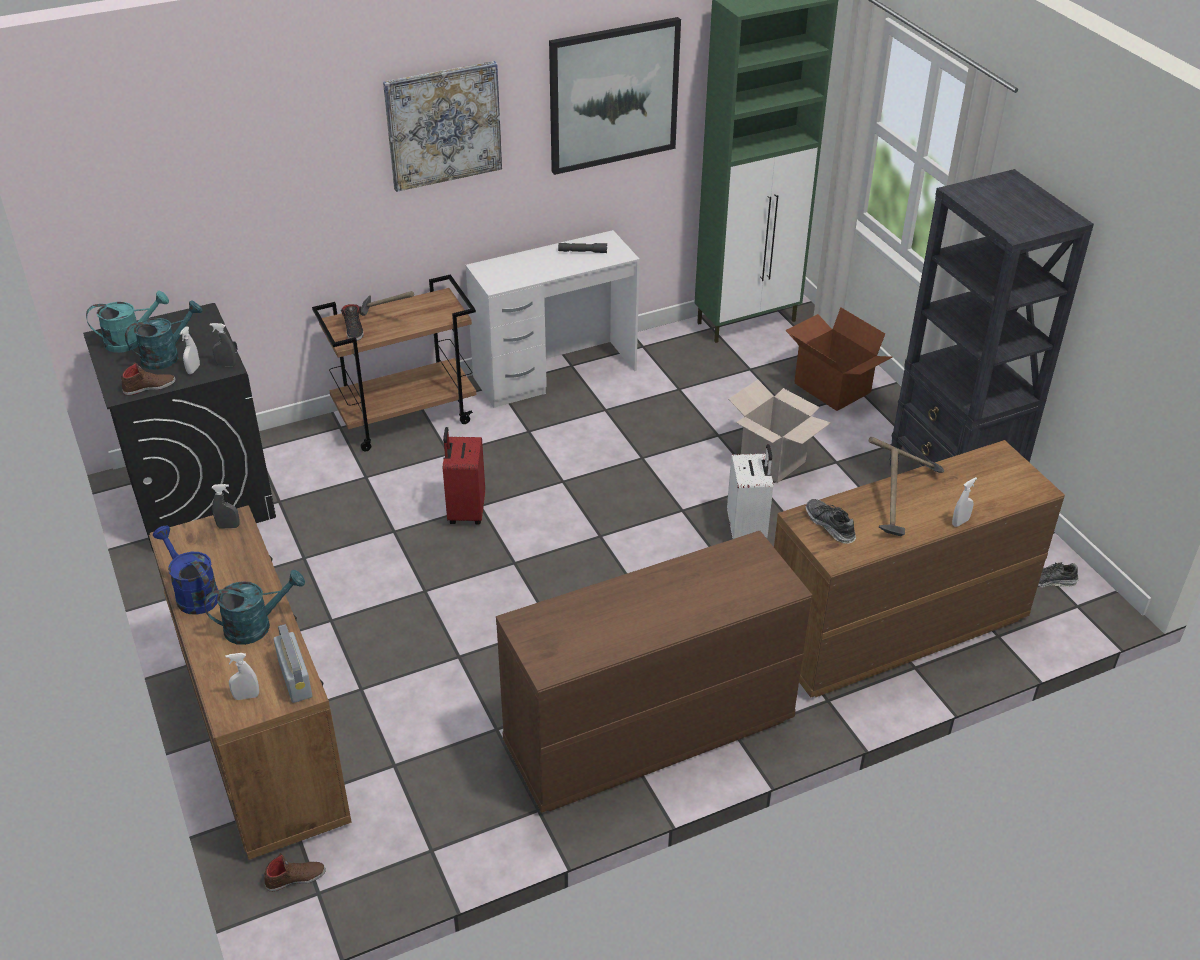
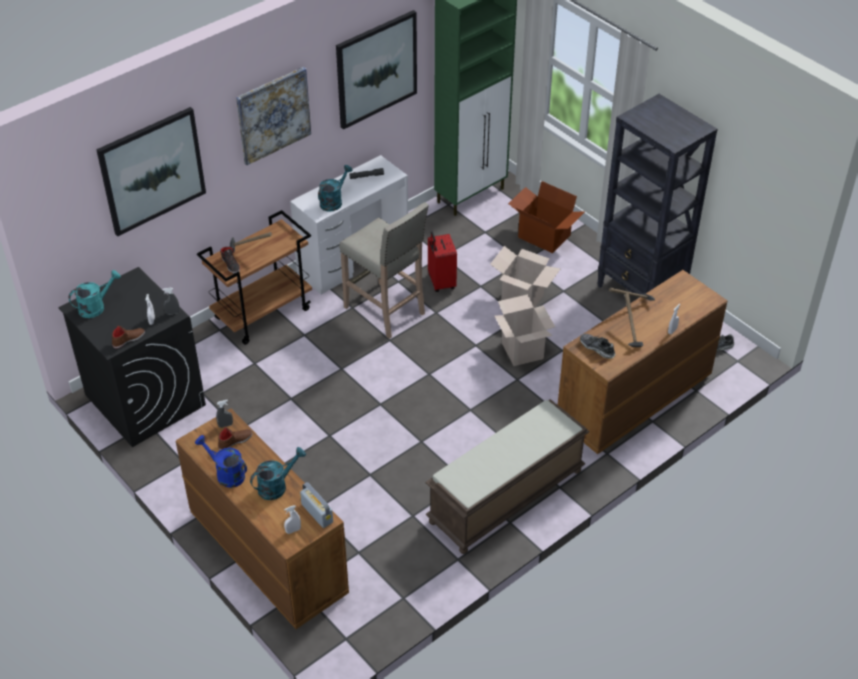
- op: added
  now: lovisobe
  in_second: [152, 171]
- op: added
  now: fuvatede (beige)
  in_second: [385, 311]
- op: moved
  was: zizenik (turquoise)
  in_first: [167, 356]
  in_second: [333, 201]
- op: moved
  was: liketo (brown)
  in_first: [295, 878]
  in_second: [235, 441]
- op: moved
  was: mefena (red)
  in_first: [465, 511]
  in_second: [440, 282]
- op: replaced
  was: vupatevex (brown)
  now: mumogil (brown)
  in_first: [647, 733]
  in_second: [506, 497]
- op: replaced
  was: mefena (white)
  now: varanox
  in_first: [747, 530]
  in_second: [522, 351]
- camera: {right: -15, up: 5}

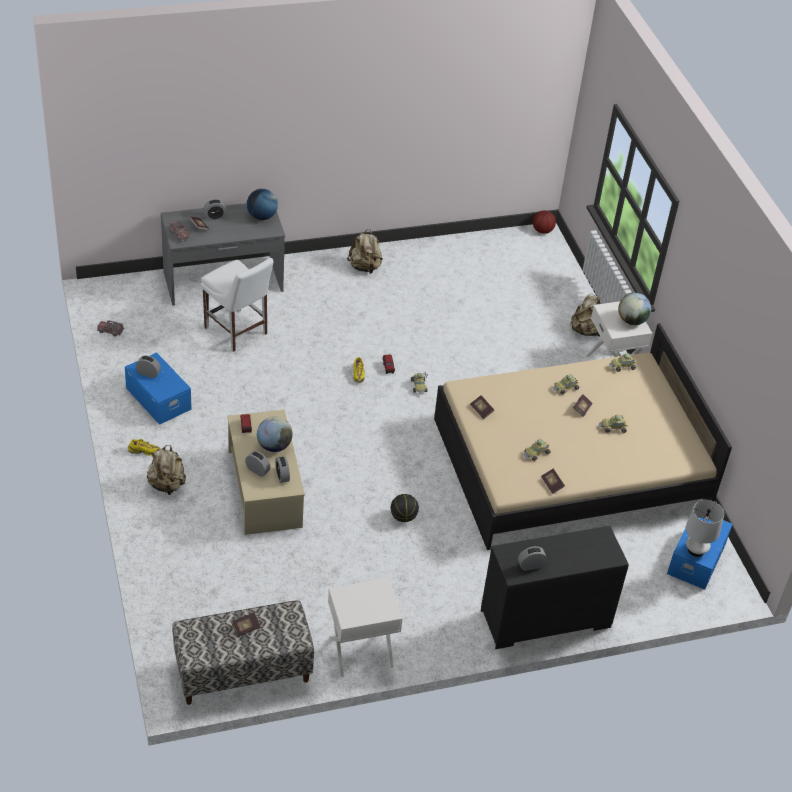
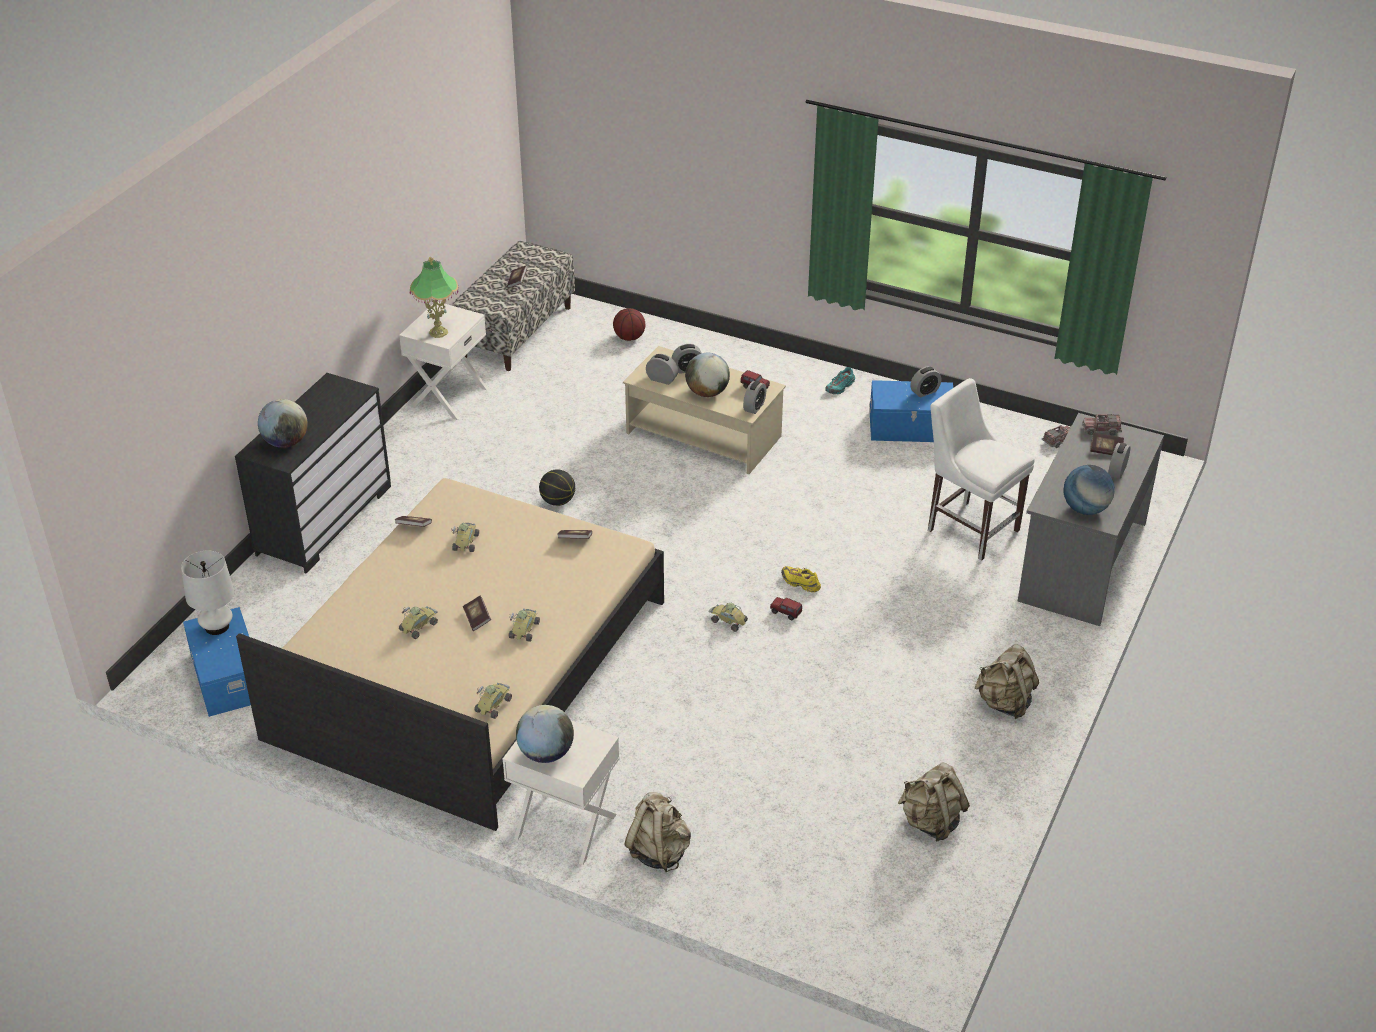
- op: added
  now: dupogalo
  in_second: [286, 442]
- op: added
  now: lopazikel
  in_second: [438, 332]
- op: moved
  was: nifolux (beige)
  in_first: [167, 485]
  in_second: [931, 822]
- op: moved
  was: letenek
  in_first: [531, 565]
  in_second: [754, 407]
- op: moved
  was: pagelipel
  in_first: [542, 231]
  in_second: [629, 338]
- op: recoloured
  was: liketo (yellow)
  now: liketo (turquoise)
  in_first: [144, 451]
  in_second: [840, 387]
- op: turned
  was: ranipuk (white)
  in_first: [237, 332]
  in_second: [970, 528]
  clockwise: 45
- camera: {right: 135, up: -5}

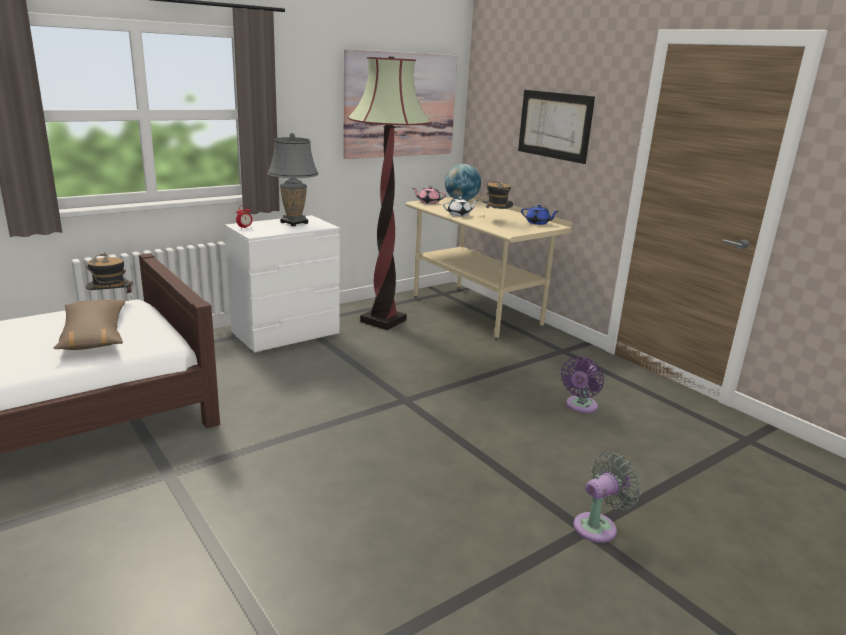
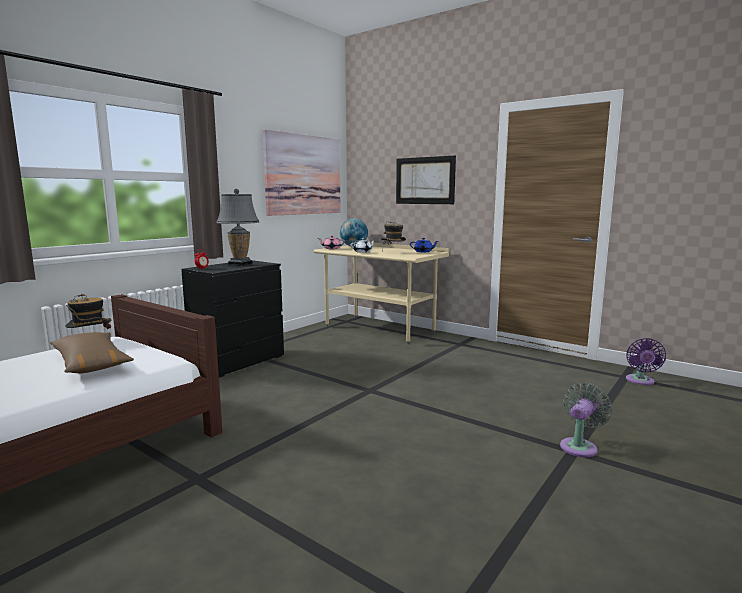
- op: removed
  was: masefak
  in_first: [383, 321]
- op: moved
  was: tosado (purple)
  in_first: [580, 406]
  in_second: [640, 381]
- op: recoloured
  was: vupatevex (white)
  now: vupatevex (black)
  in_first: [286, 335]
  in_second: [238, 361]
- camera: {right: -15, up: -10}

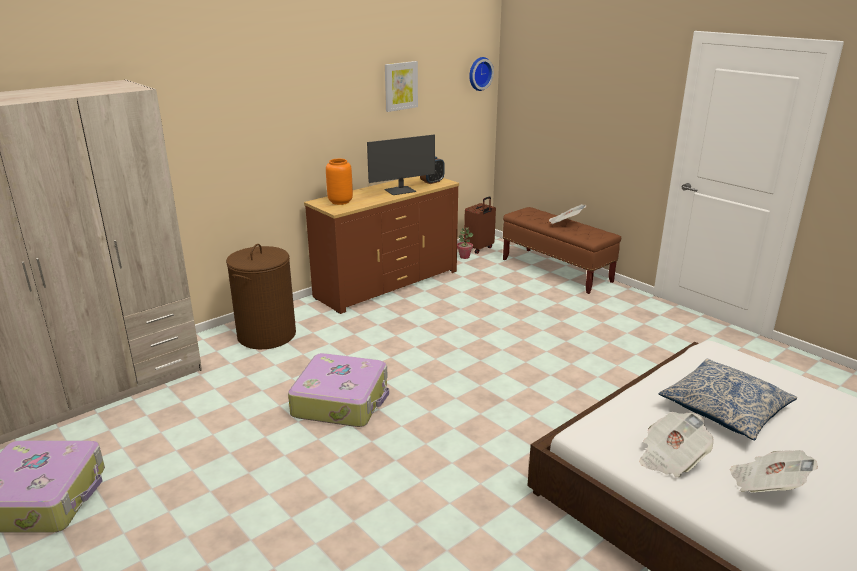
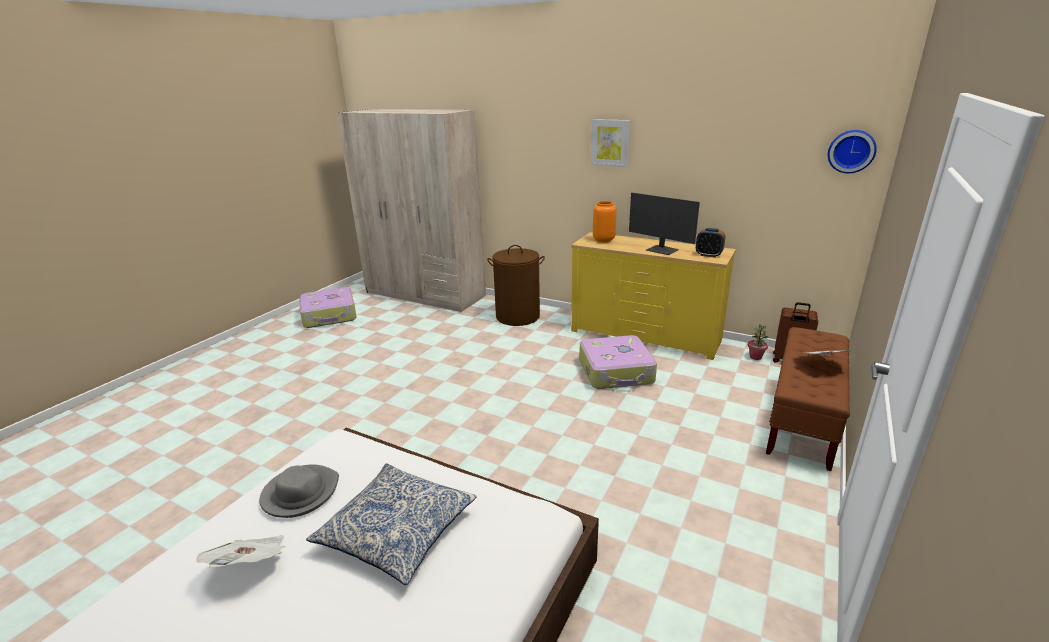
- op: moved
  was: mefena
  in_first: [341, 401]
  in_second: [616, 372]
- op: moved
  was: lovisobe
  in_first: [400, 86]
  in_second: [610, 143]
- op: replaced
  was: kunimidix
  now: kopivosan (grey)
  in_first: [670, 458]
  in_second: [300, 493]
- op: recoloured
  was: vupatevex (brown)
  now: vupatevex (yellow)
  in_first: [387, 284]
  in_second: [645, 335]
- camera: {right: 70, up: 0}

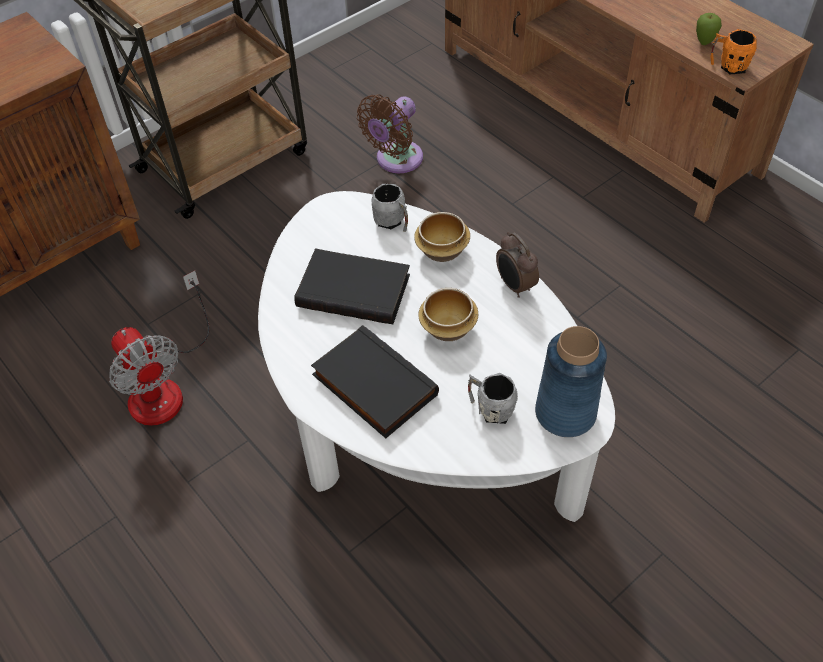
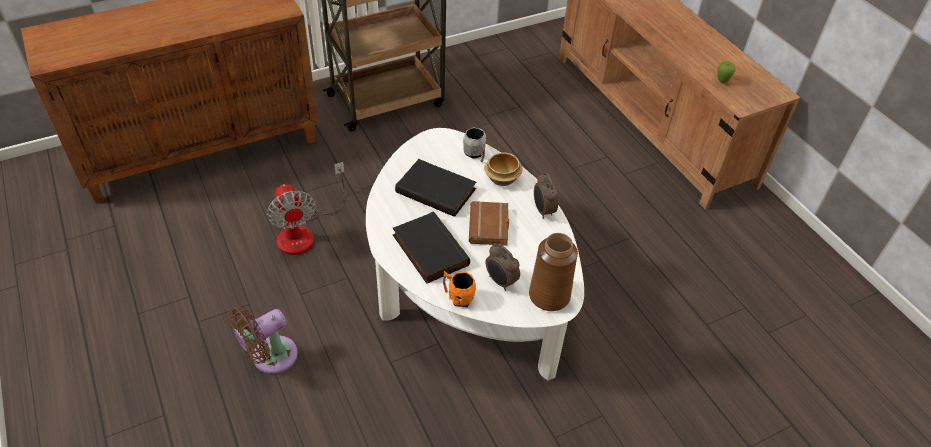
- op: moved
  was: tosado (brown)
  in_first: [396, 160]
  in_second: [270, 357]
- op: moved
  was: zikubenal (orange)
  in_first: [728, 66]
  in_second: [458, 297]
- op: replaced
  was: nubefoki
  now: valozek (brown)
  in_first: [449, 328]
  in_second: [490, 227]
- op: replaced
  was: zikubenal (grey)
  now: letenek
  in_first: [490, 409]
  in_second: [500, 282]
- op: recoloured
  was: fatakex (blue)
  now: fatakex (brown)
  in_first: [566, 413]
  in_second: [549, 295]
- camera: {right: 10, up: -5}

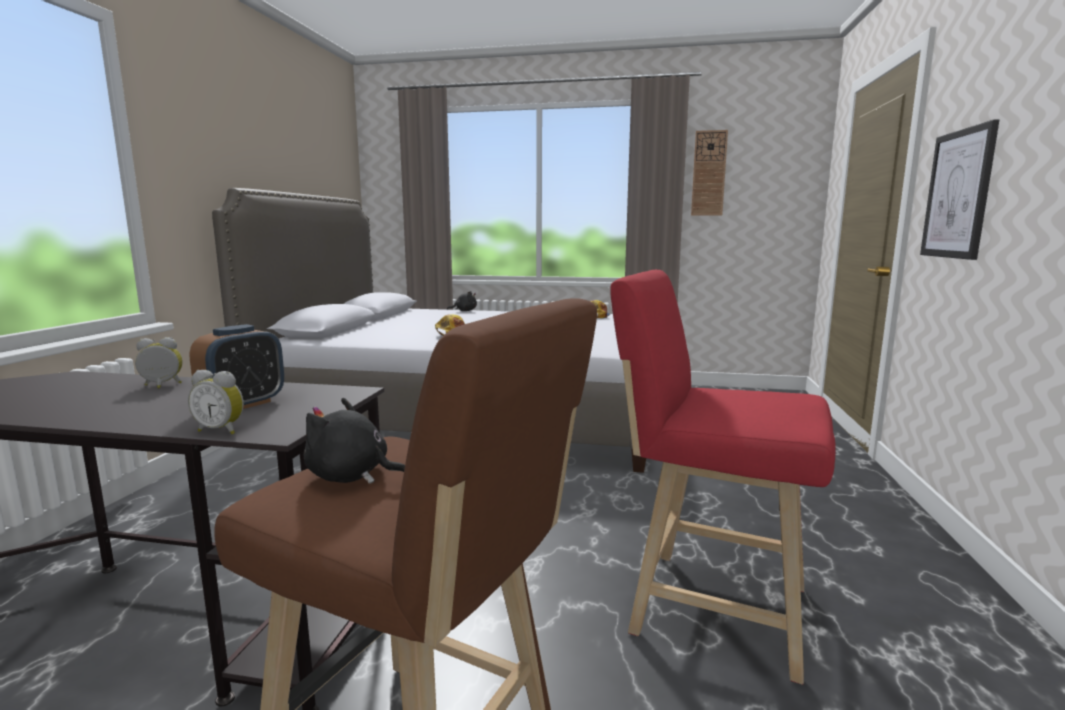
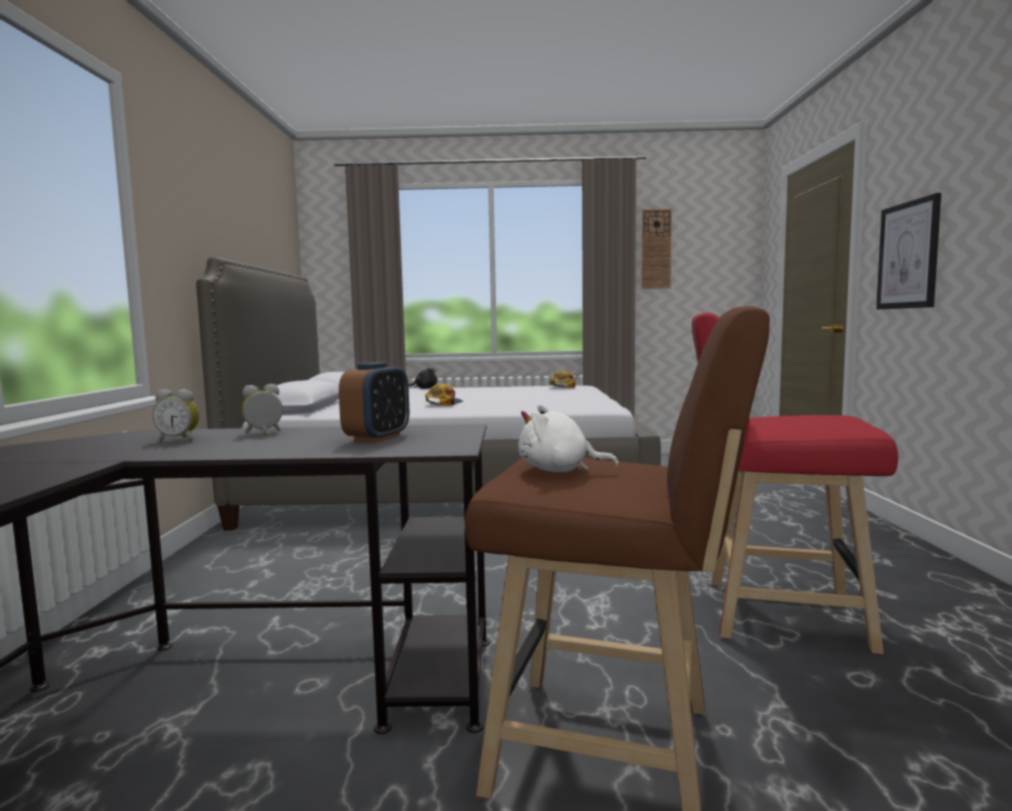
- op: moved
  was: letenek
  in_first: [222, 430]
  in_second: [179, 439]
- op: recoloured
  was: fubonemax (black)
  now: fubonemax (white)
  in_first: [352, 476]
  in_second: [559, 470]
- camera: {right: -10, up: -5}

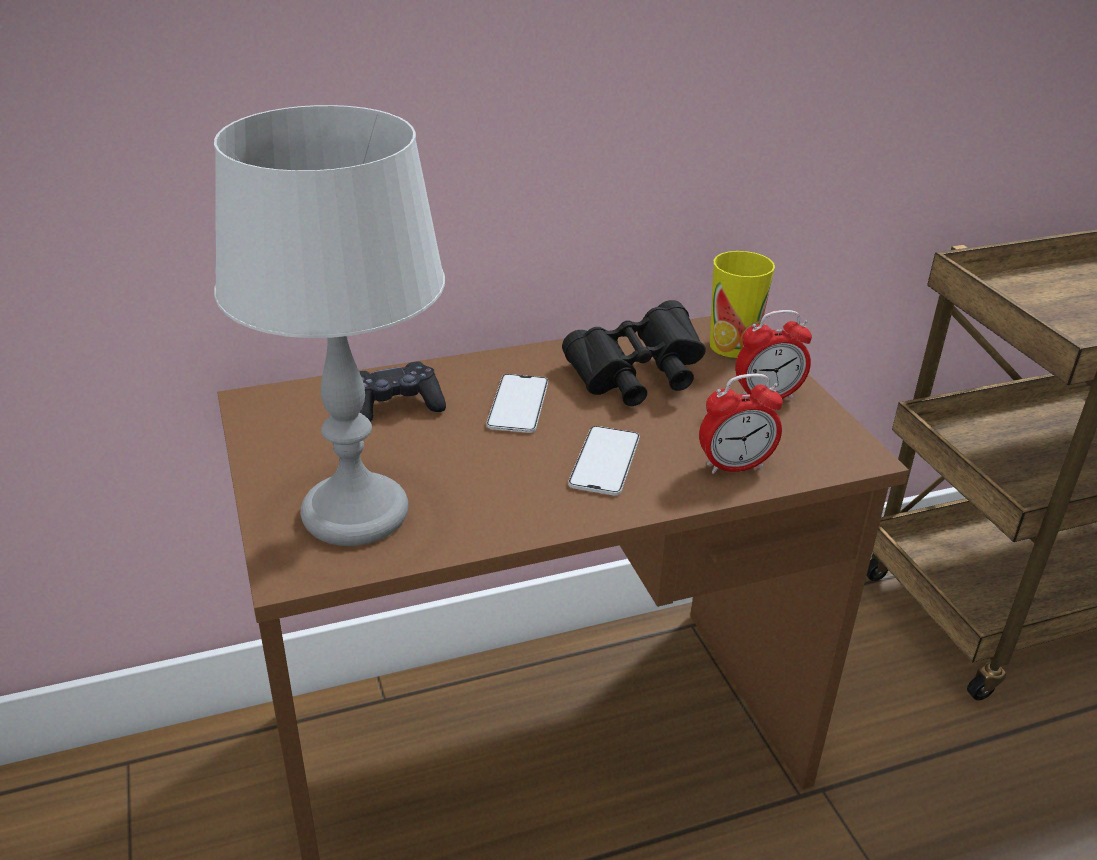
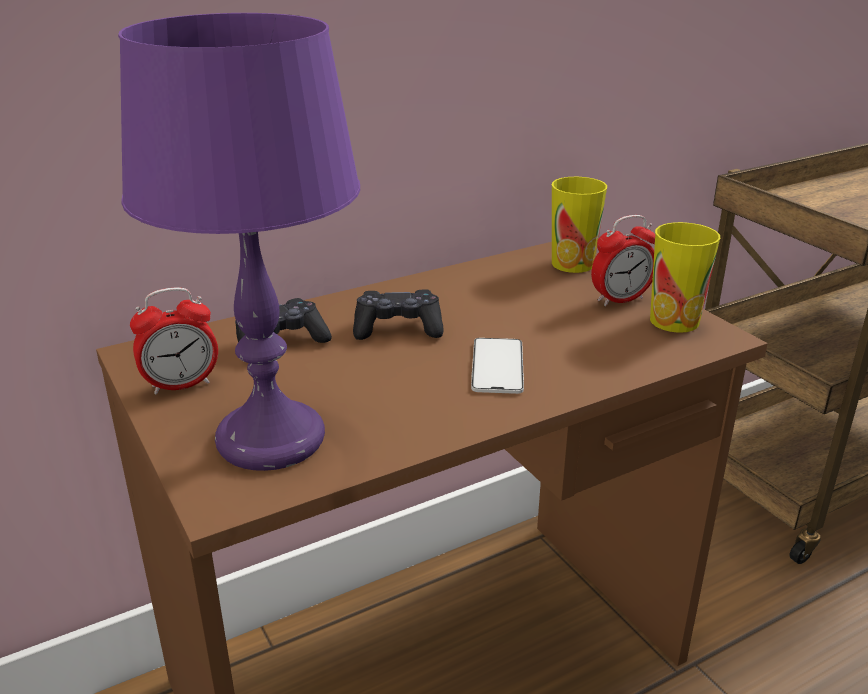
- op: removed
  was: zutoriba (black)
  in_first: [636, 378]
- op: added
  now: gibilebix
  in_second: [674, 321]
- op: moved
  was: letenek
  in_first: [735, 466]
  in_second: [181, 385]
- op: replaced
  was: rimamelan
  now: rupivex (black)
  in_first: [518, 404]
  in_second: [398, 328]
- op: recoloured
  was: lopazikel (grey)
  now: lopazikel (purple)
  in_first: [355, 512]
  in_second: [270, 438]
- camera: {right: -10, up: -5}

